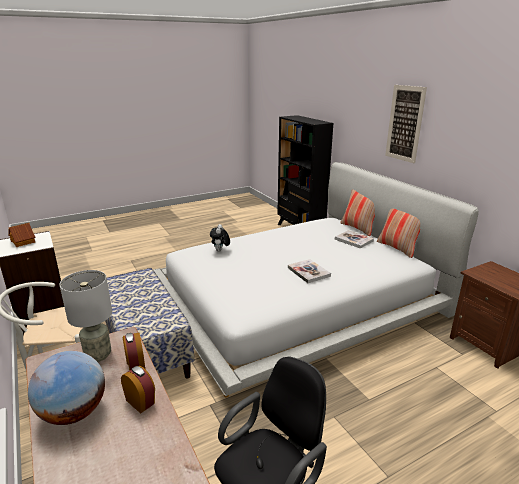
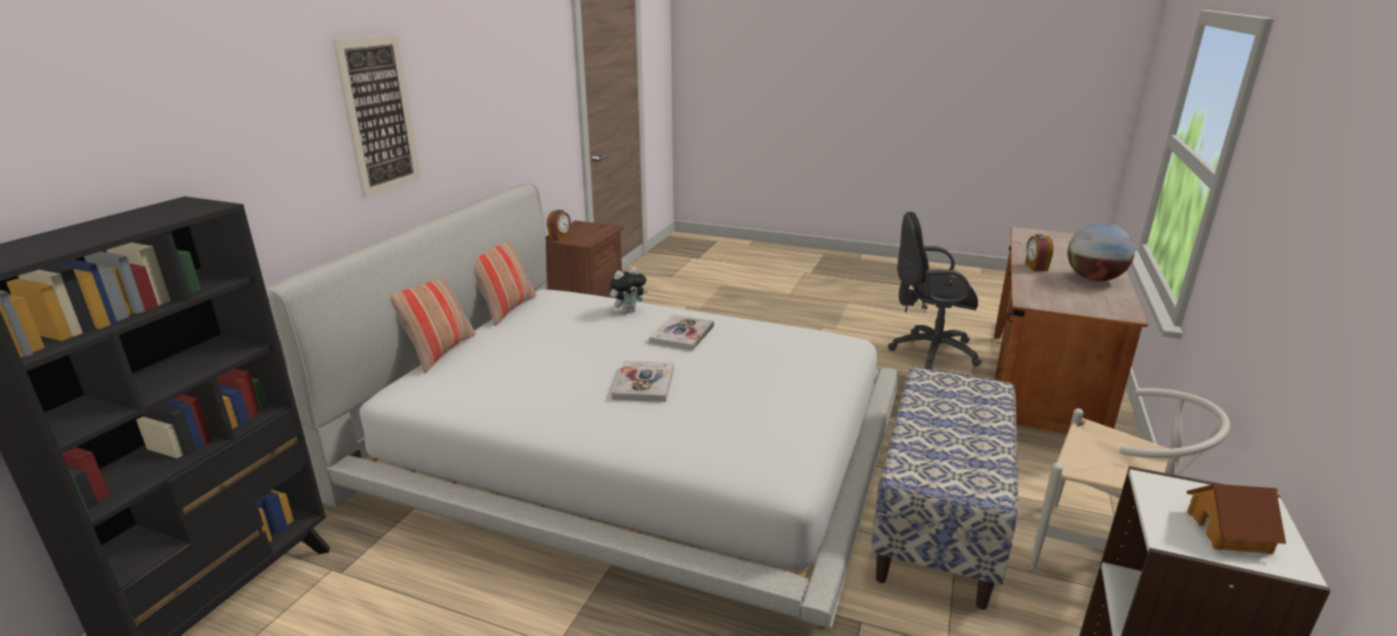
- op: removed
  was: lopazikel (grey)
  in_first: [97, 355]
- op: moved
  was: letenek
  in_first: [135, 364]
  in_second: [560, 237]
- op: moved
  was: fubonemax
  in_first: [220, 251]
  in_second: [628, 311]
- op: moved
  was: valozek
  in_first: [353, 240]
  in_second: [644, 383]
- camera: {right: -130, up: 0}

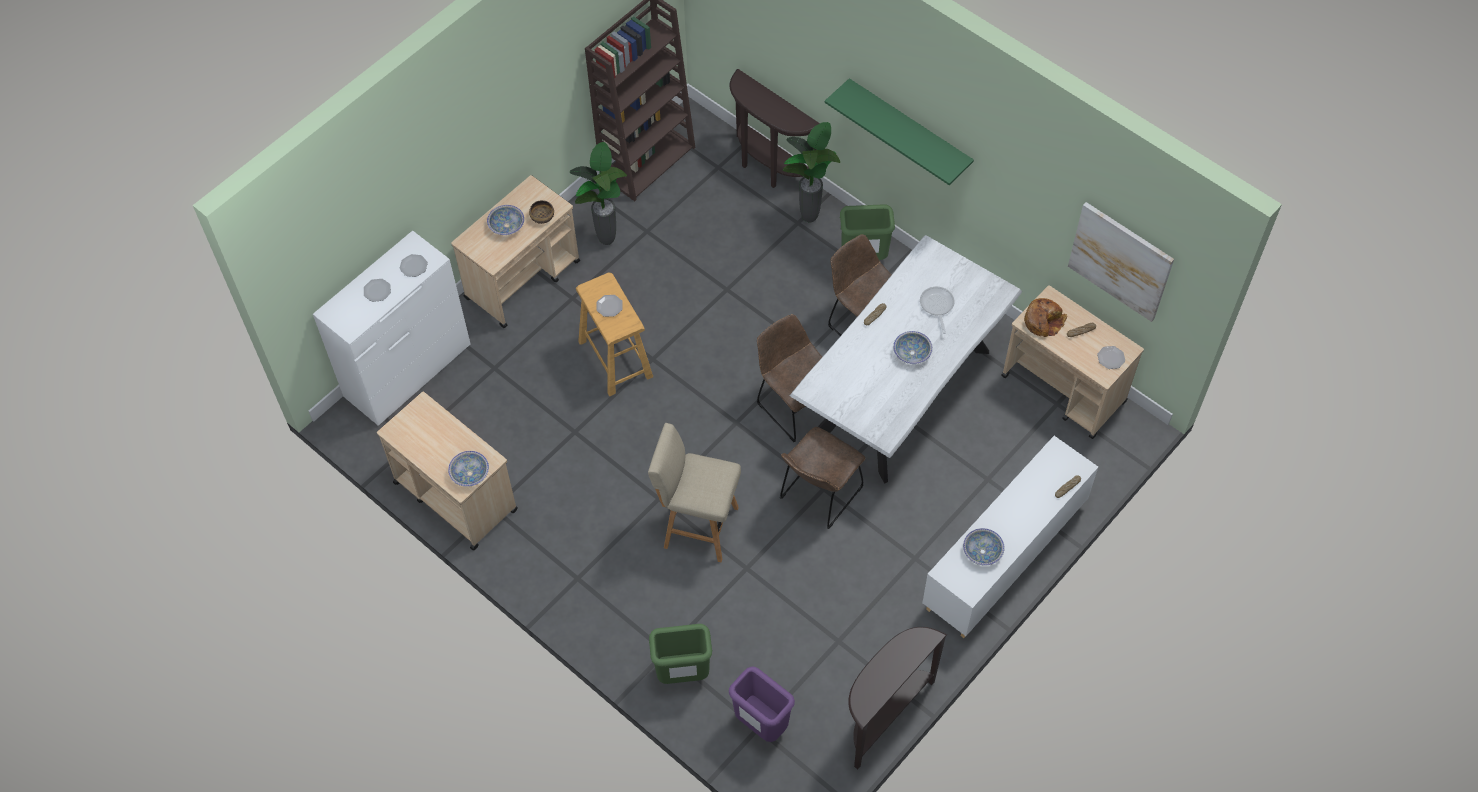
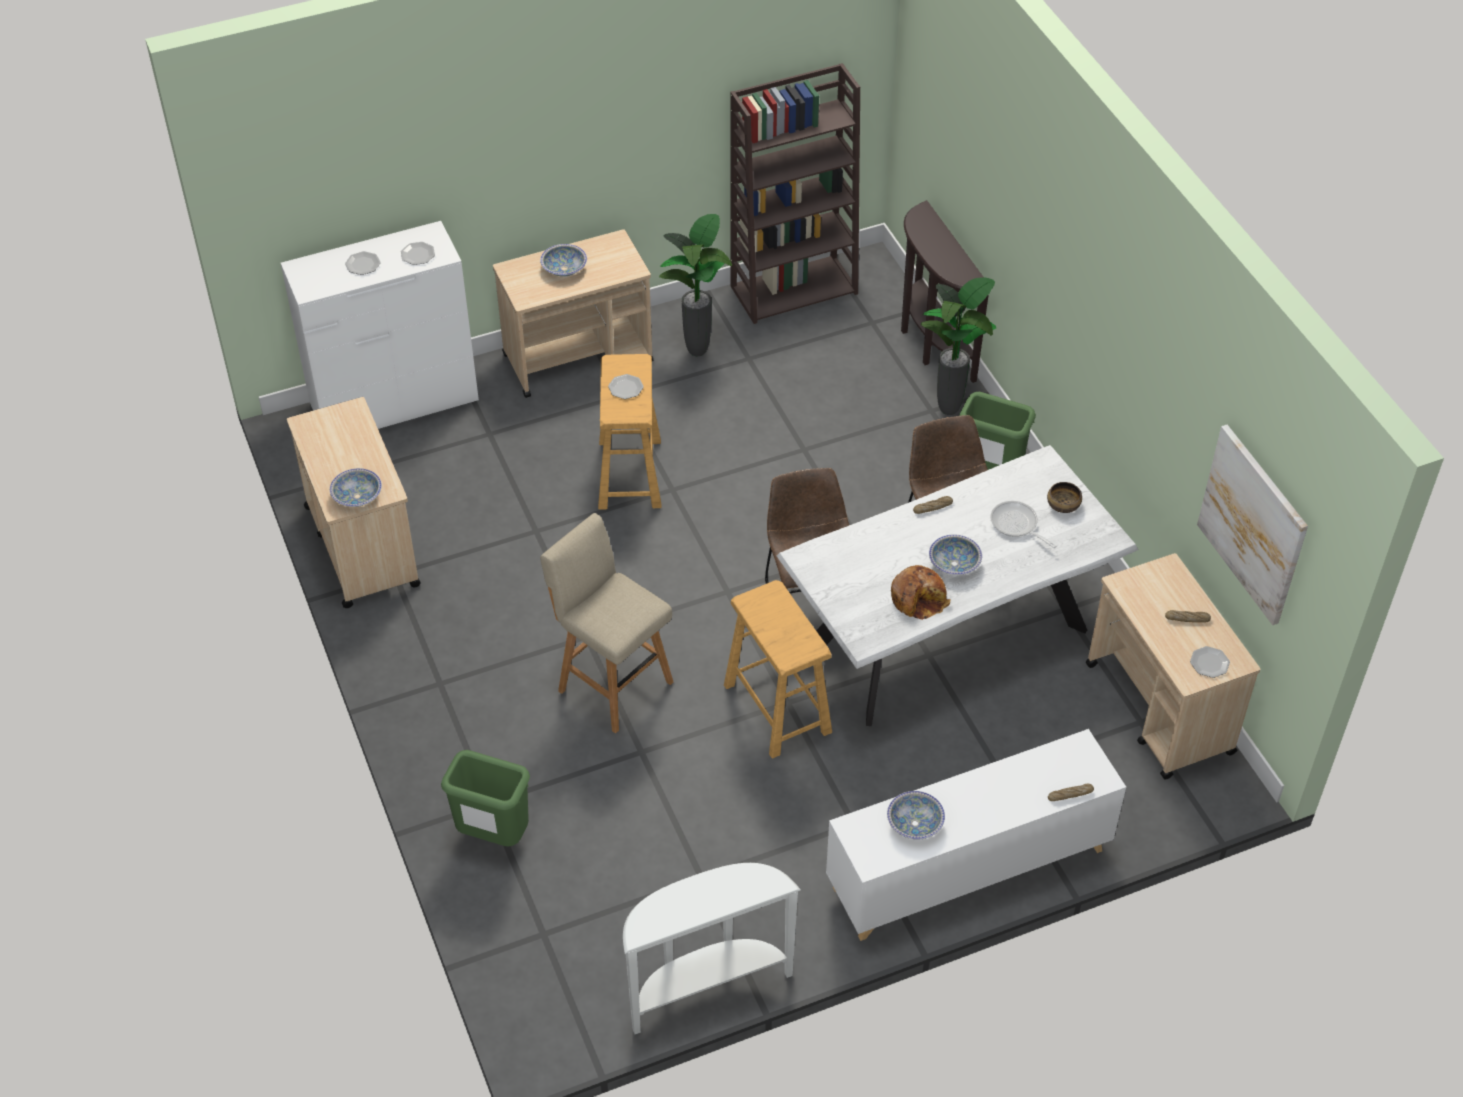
- op: removed
  was: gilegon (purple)
  in_first: [760, 724]
- op: removed
  was: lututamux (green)
  in_first: [909, 128]
- op: moved
  was: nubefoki
  in_first: [542, 217]
  in_second: [1063, 505]
- op: moved
  was: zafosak
  in_first: [1043, 321]
  in_second: [918, 598]
- op: replaced
  was: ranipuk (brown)
  now: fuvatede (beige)
  in_first: [818, 496]
  in_second: [777, 708]
- op: recoloured
  was: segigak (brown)
  now: segigak (white)
  in_first: [883, 715]
  in_second: [705, 986]
- op: turned
  was: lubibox
  in_first: [937, 306]
  in_second: [1016, 525]
  clockwise: -60
- camera: {right: 25, up: -10}

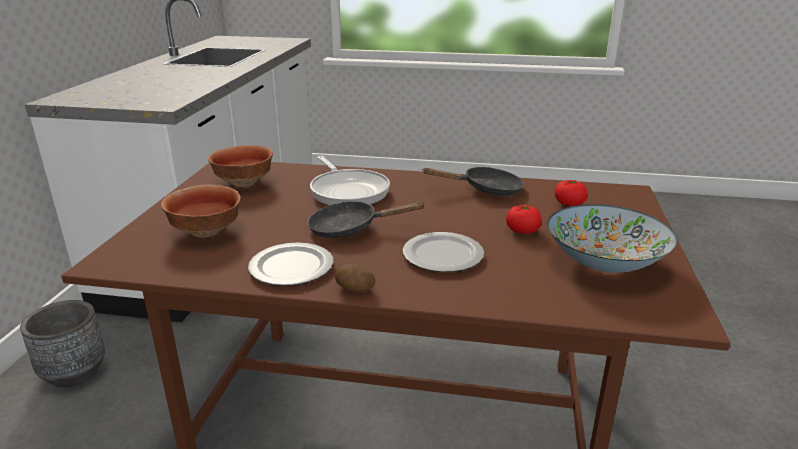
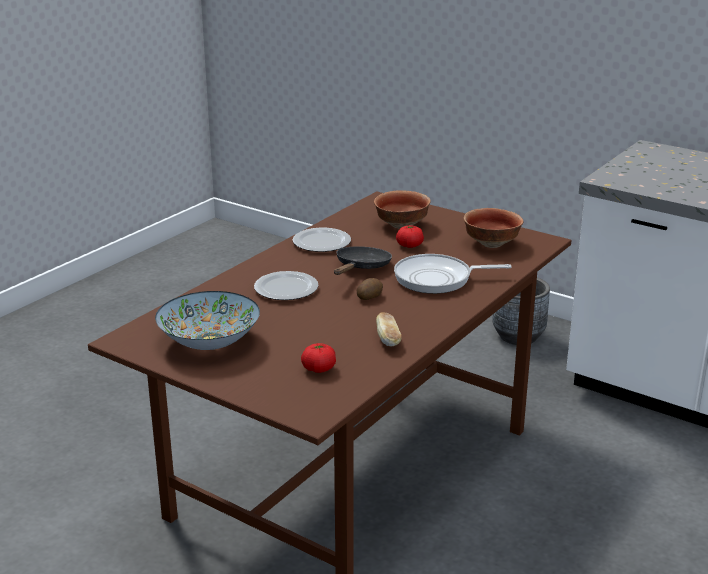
- op: moved
  was: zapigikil
  in_first: [354, 289]
  in_second: [369, 297]
- op: moved
  was: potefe
  in_first: [522, 231]
  in_second: [409, 245]
- op: replaced
  was: lubibox (black)
  now: zafosak
  in_first: [486, 189]
  in_second: [388, 339]
- camera: {right: 115, up: 0}

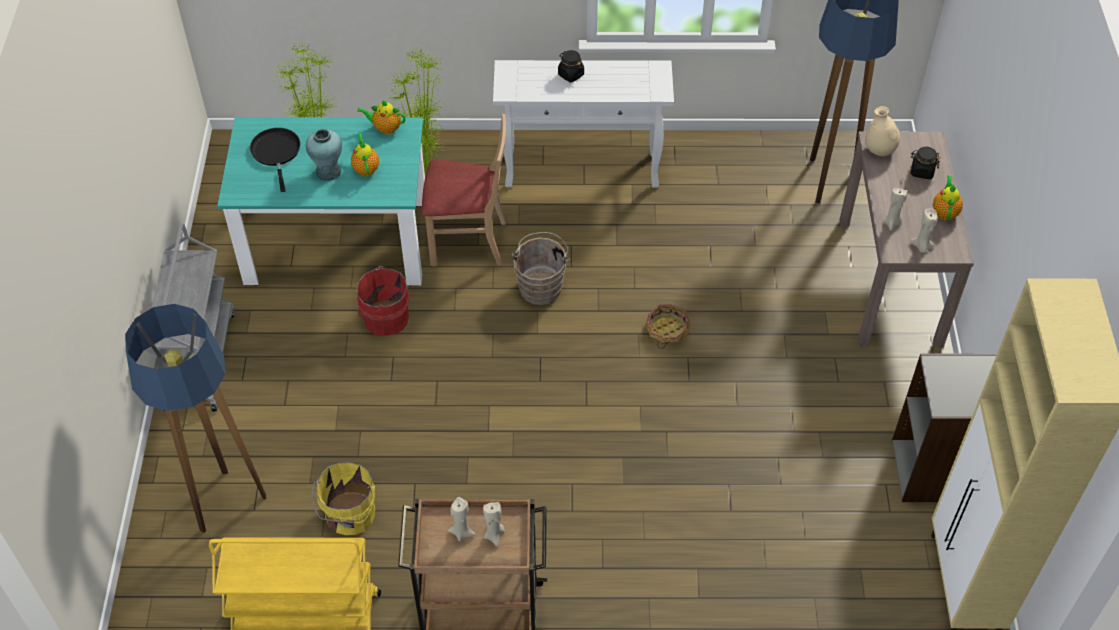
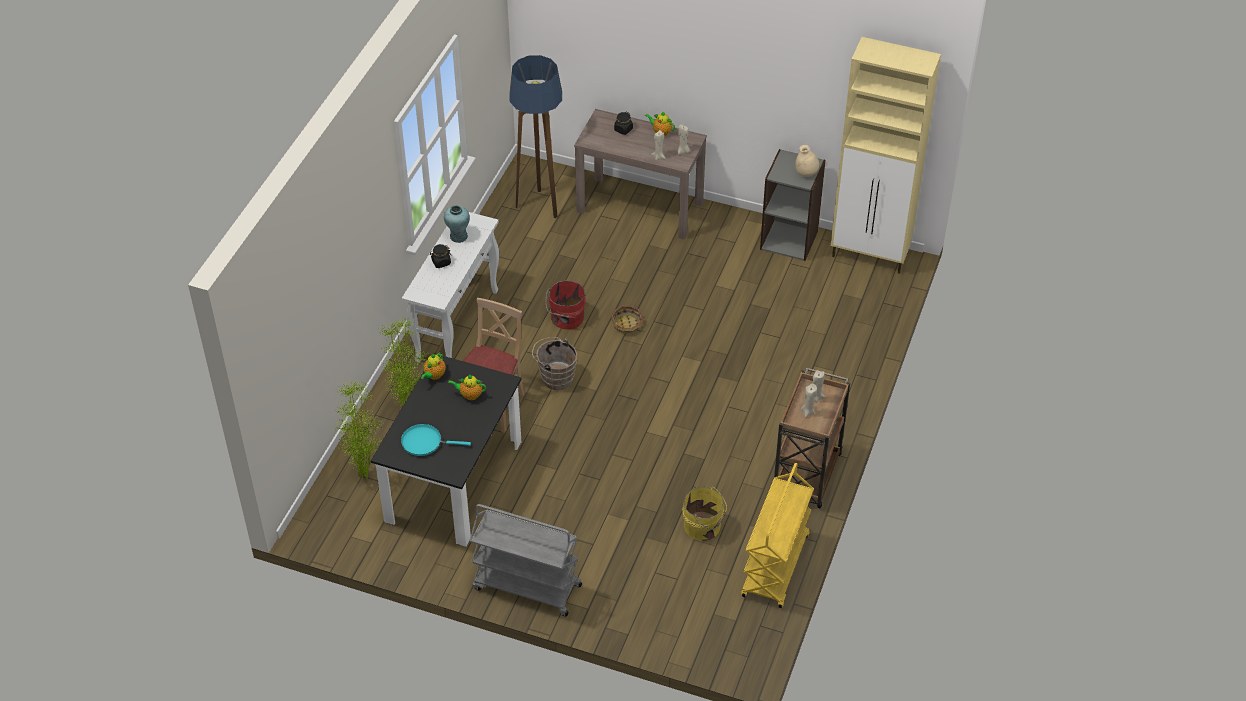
- op: removed
  was: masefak
  in_first: [226, 505]
- op: moved
  was: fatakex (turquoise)
  in_first: [328, 172]
  in_second: [458, 236]
- op: moved
  was: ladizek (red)
  in_first: [384, 317]
  in_second: [566, 318]
- op: moved
  was: fatakex (beige)
  in_first: [879, 151]
  in_second: [806, 174]
- op: recoloured
  was: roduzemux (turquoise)
  now: roduzemux (black)
  in_first: [337, 244]
  in_second: [454, 482]
- op: recoloured
  was: lubibox (black)
  now: lubibox (turquoise)
  in_first: [276, 153]
  in_second: [425, 442]
- camera: {right: -70, up: -5}

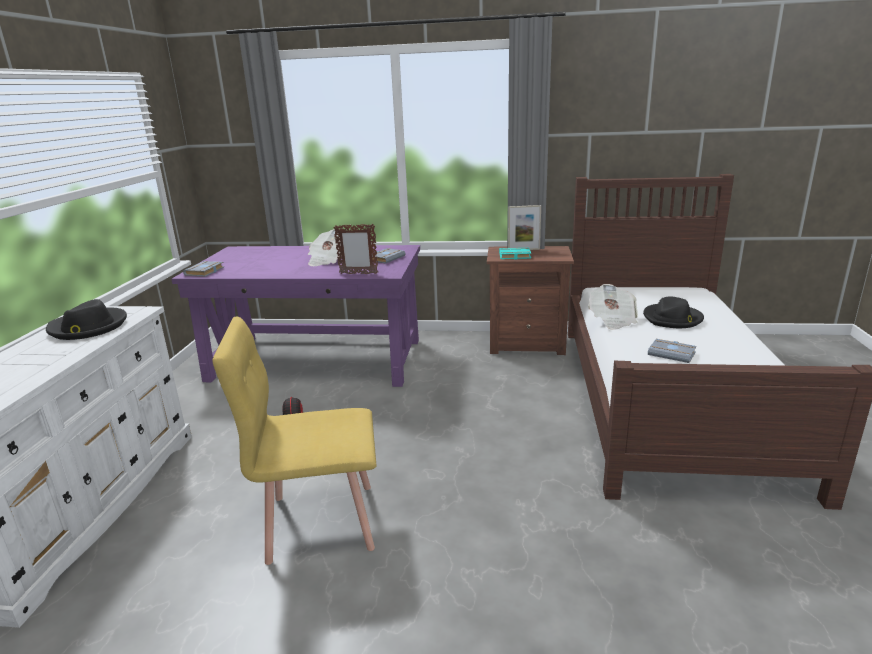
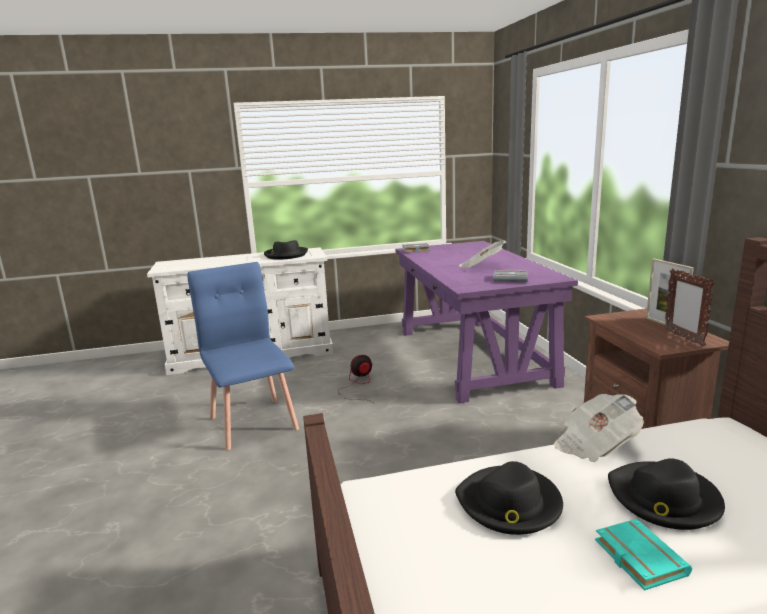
- op: moved
  was: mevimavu
  in_first: [358, 274]
  in_second: [683, 338]
- op: moved
  was: valozek (turquoise)
  in_first: [514, 256]
  in_second: [636, 557]
- op: replaced
  was: valozek (grey)
  now: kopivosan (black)
  in_first: [672, 354]
  in_second: [509, 504]
- op: recoloured
  was: ranipuk (yellow)
  now: ranipuk (blue)
  in_first: [320, 521]
  in_second: [253, 422]
- camera: {right: 70, up: -5}

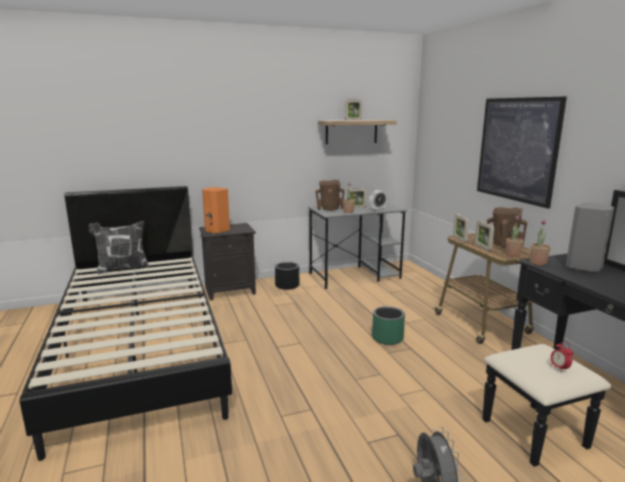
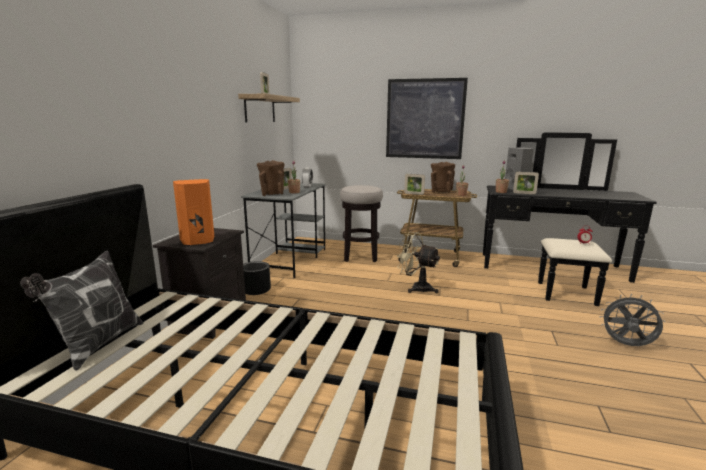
- op: added
  now: fuvatede
  in_second: [360, 256]
- op: moved
  was: mevimavu
  in_first: [482, 247]
  in_second: [524, 193]
- op: replaced
  was: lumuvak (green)
  now: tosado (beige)
  in_first: [387, 338]
  in_second: [416, 288]
- camera: {right: -55, up: 0}

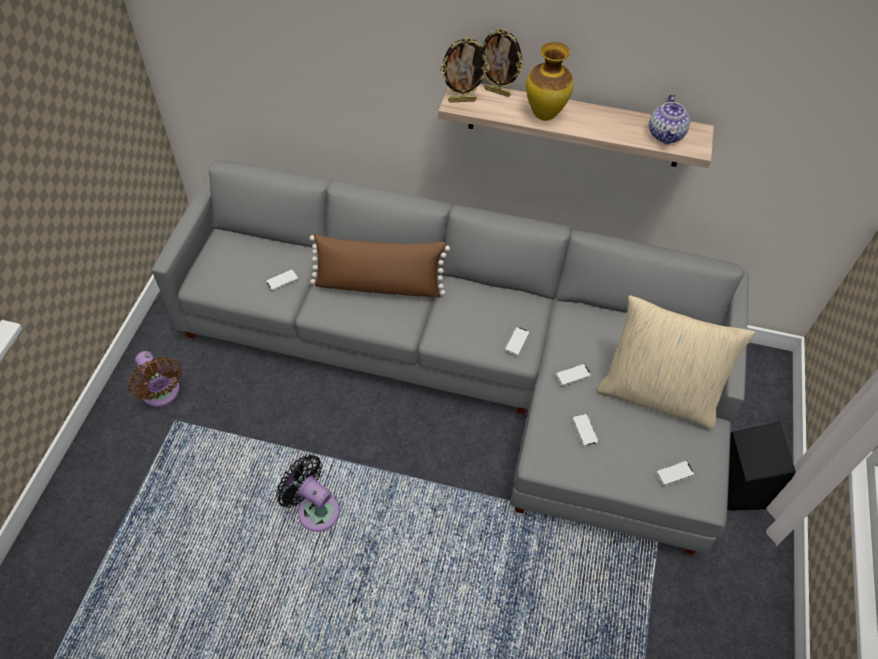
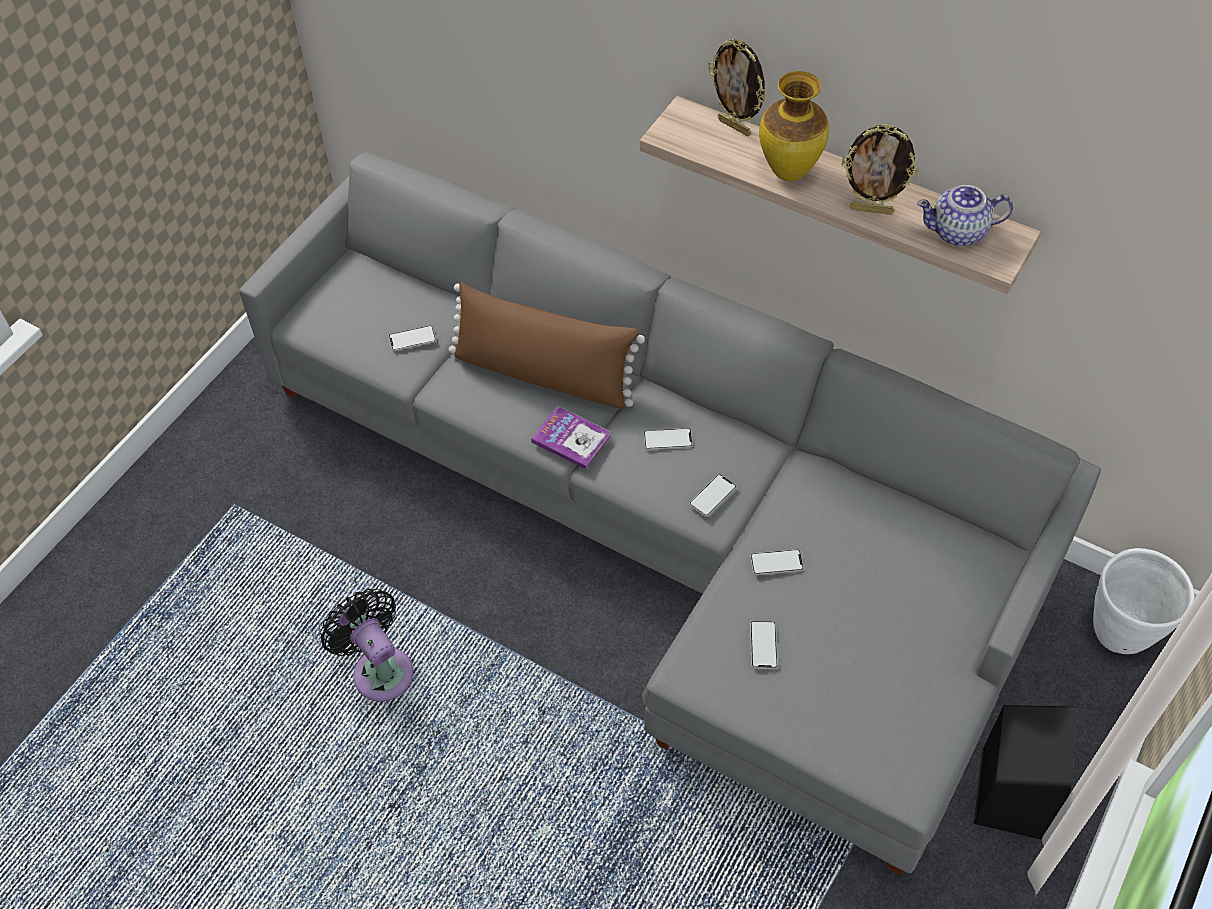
- op: removed
  was: tosado (brown)
  in_first: [162, 394]
- op: removed
  was: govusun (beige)
  in_first: [657, 394]
- op: added
  now: valozek
  in_second: [571, 439]
- op: added
  now: lumuvak (white)
  in_second: [1121, 633]
- op: moved
  was: mevimavu
  in_first: [462, 100]
  in_second: [871, 210]
- op: moved
  was: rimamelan
  in_first: [675, 473]
  in_second: [668, 439]
- op: turned
  was: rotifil
  in_first: [666, 134]
  in_second: [959, 232]
  clockwise: 60
- camera: {right: 20, up: 0}

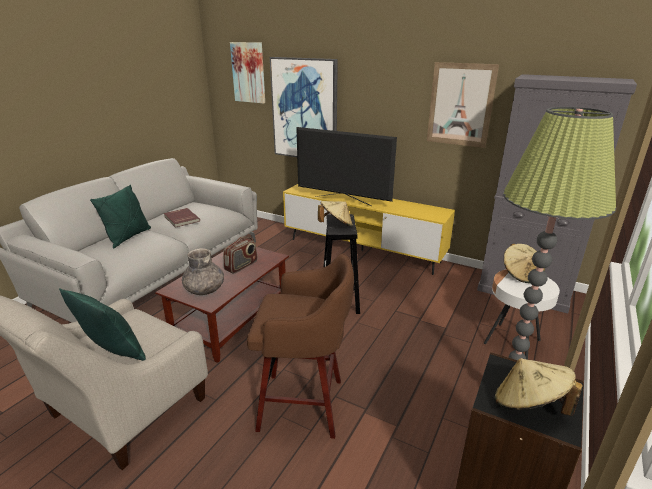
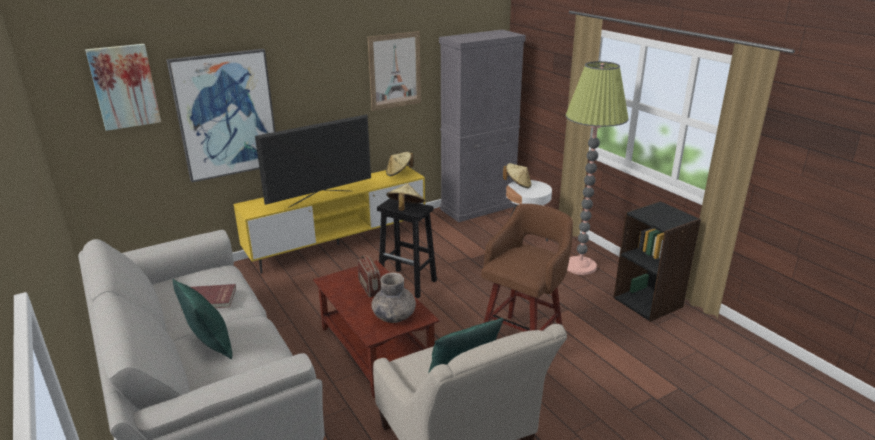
- op: moved
  was: kopivosan (beige)
  in_first: [529, 405]
  in_second: [399, 173]
- camera: {right: -60, up: 0}

